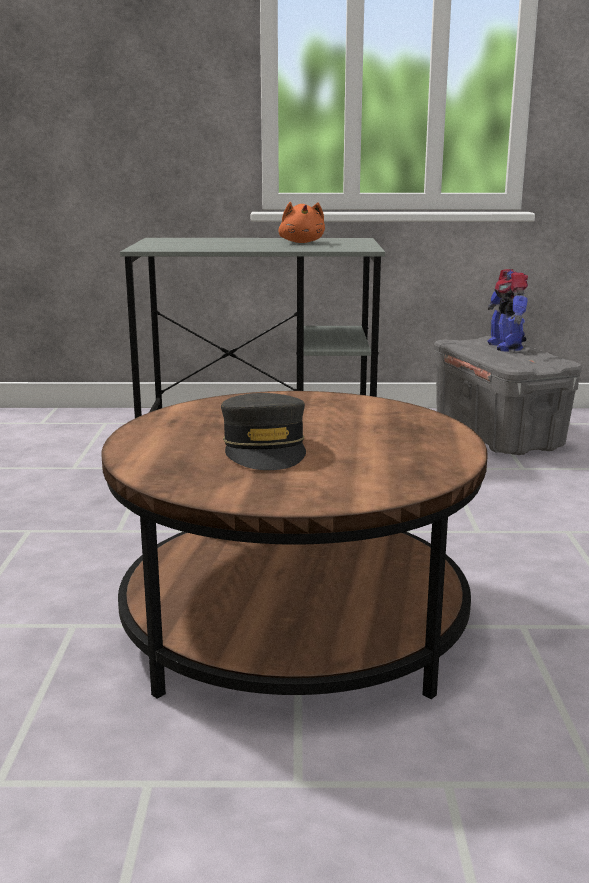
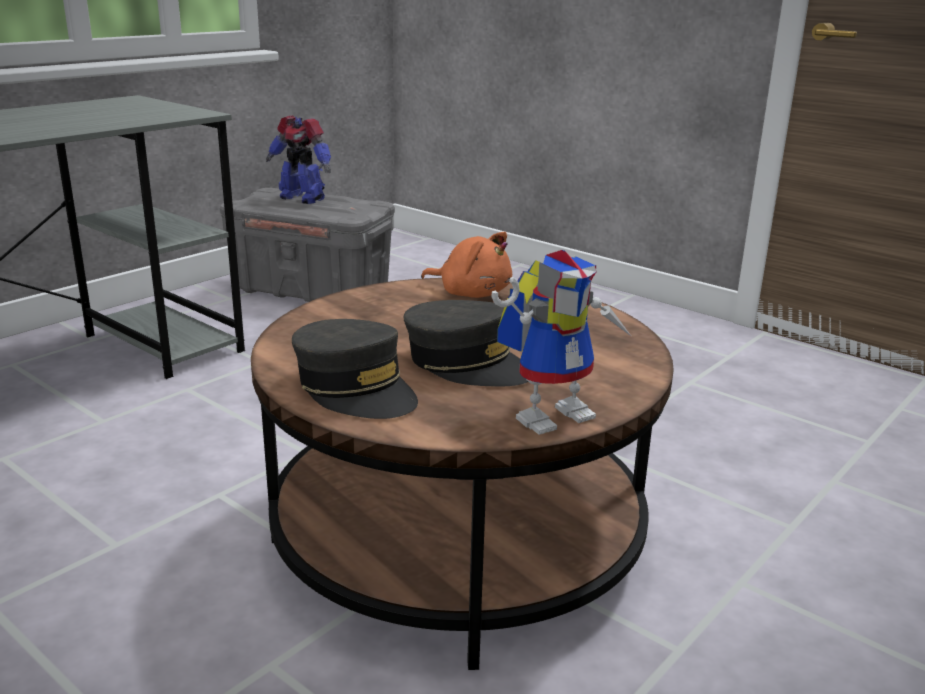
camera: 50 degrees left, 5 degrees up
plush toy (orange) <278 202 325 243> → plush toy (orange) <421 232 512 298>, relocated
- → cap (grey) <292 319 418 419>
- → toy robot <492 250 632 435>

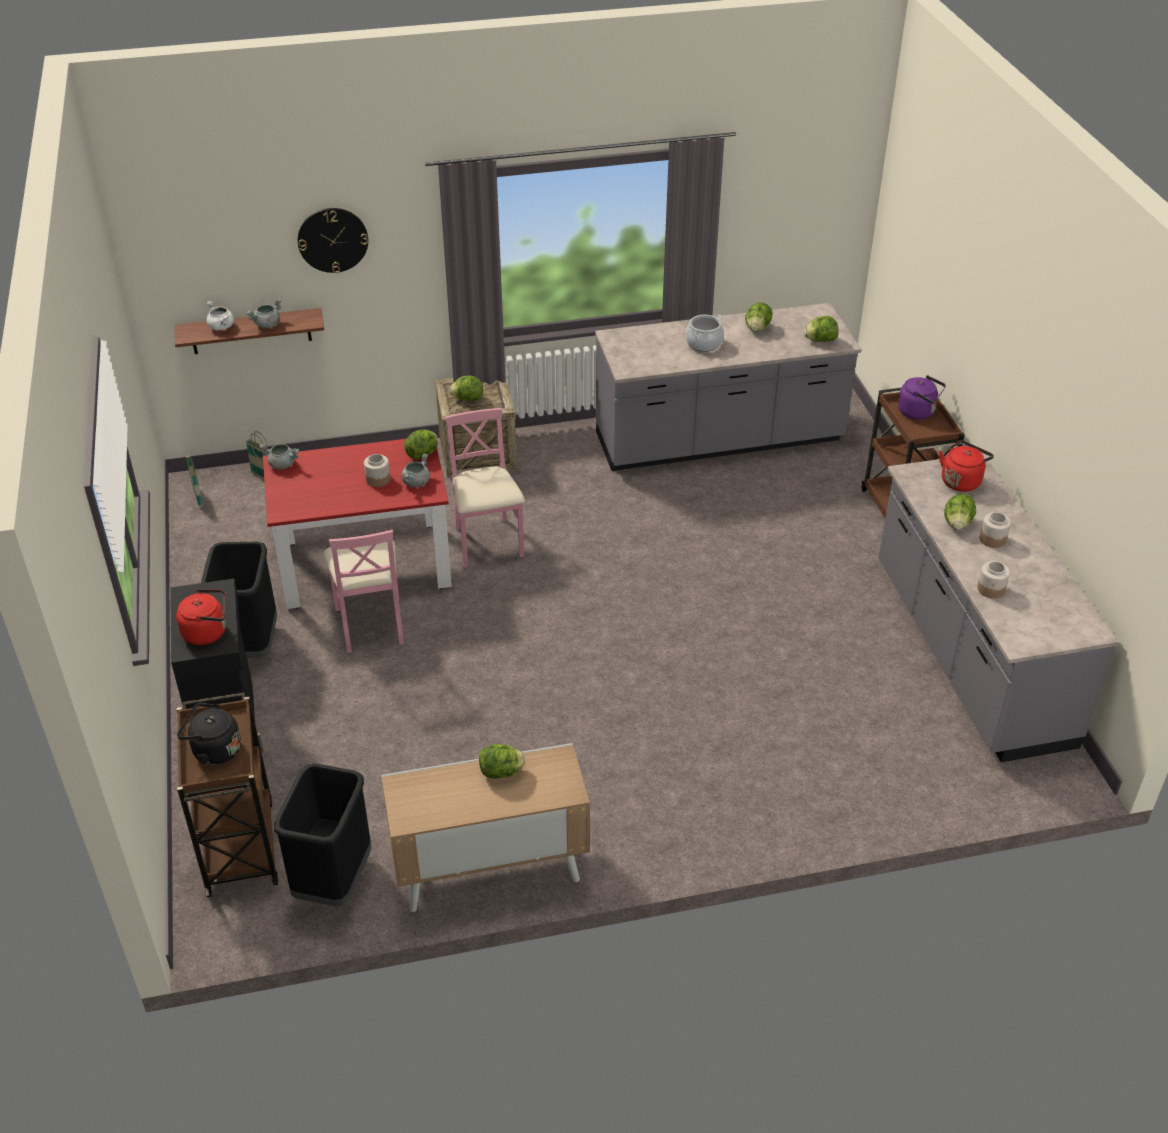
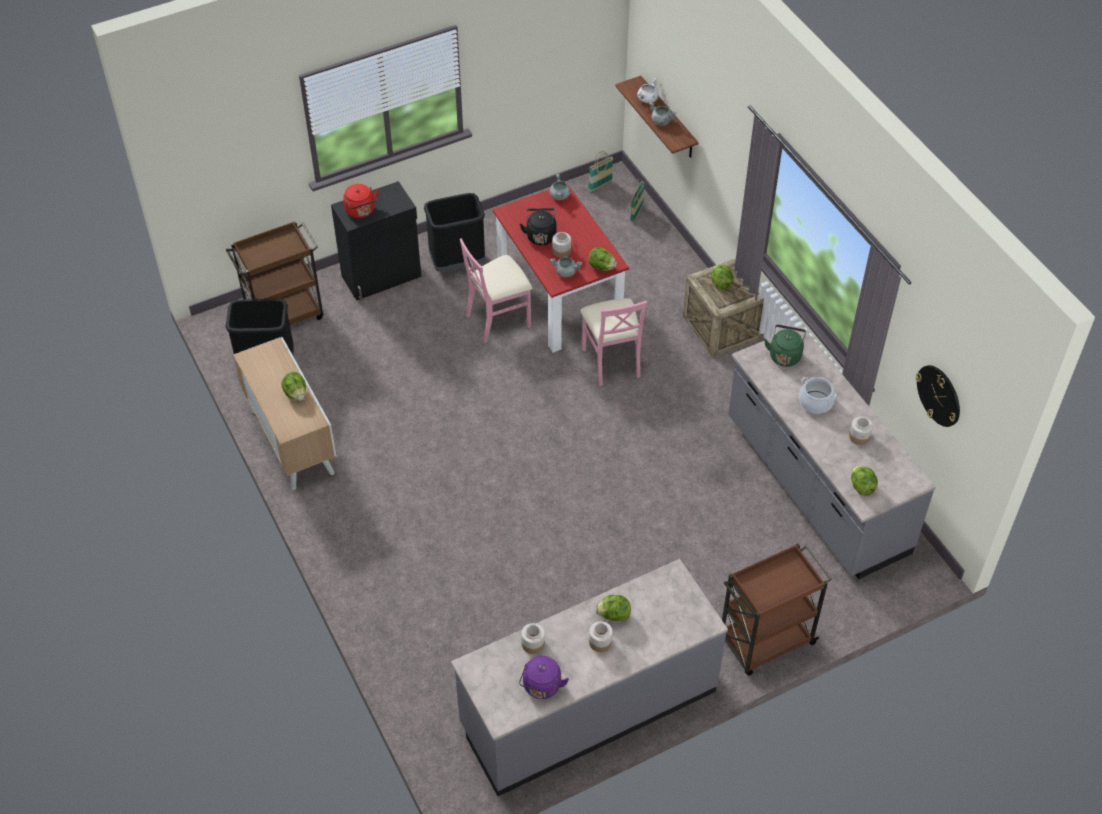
camera: 75 degrees right, 10 degrees up
kettle (black) <177 703 241 765> → kettle (black) <520 208 557 245>, relocated
wall clock <298 208 368 273> → wall clock <916 365 960 427>, relocated
chair (pink) <445 408 525 567> → chair (pink) <580 298 647 386>, 105 degrees clockwise
lettuce <745 302 773 332> → jar <849 417 873 445>
kettle (purple) <898 375 946 420> → kettle (purple) <519 656 569 699>, relocated
kettle (red) <939 440 994 492> → -
- → kettle (green) <764 325 806 367>

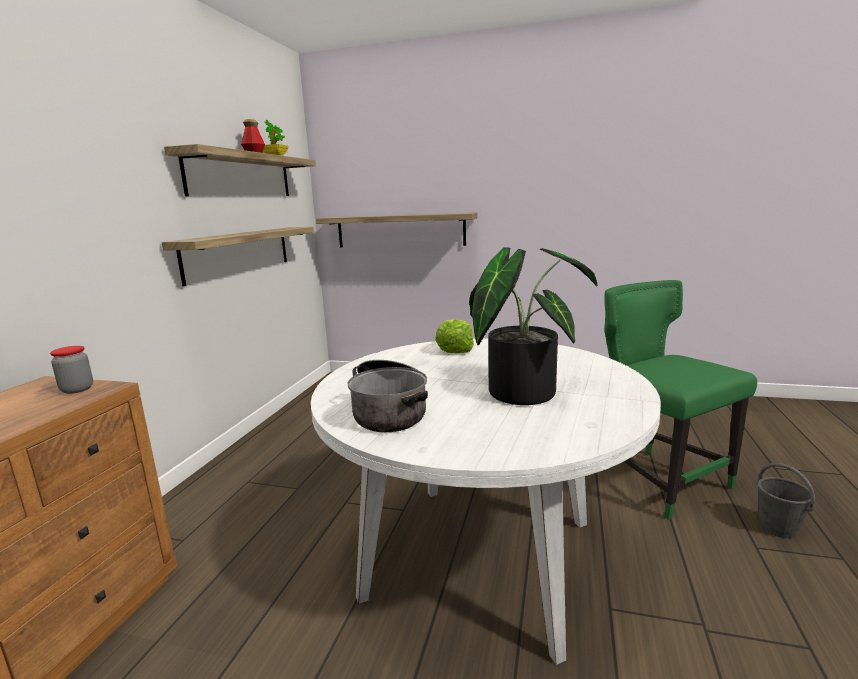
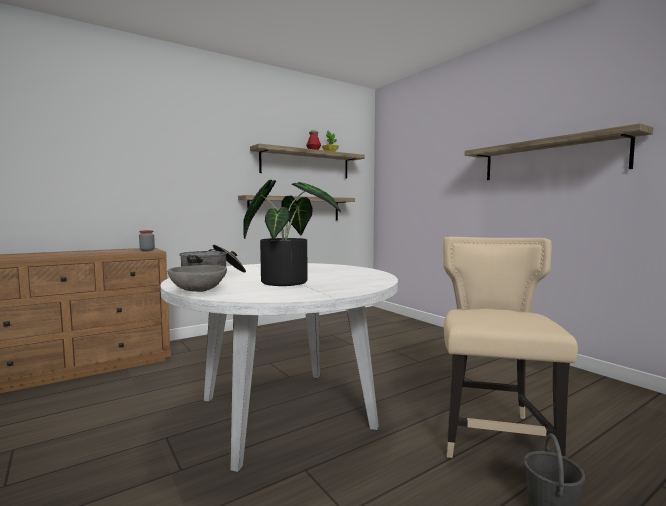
camera: 40 degrees right, 10 degrees down
shelf <316 213 478 248> → shelf <465 123 653 180>, relocated
lettuce <435 319 474 353> → -
chair (green) <601 280 757 520> → chair (beige) <443 237 578 458>
- → bowl (grey) <167 265 227 292>

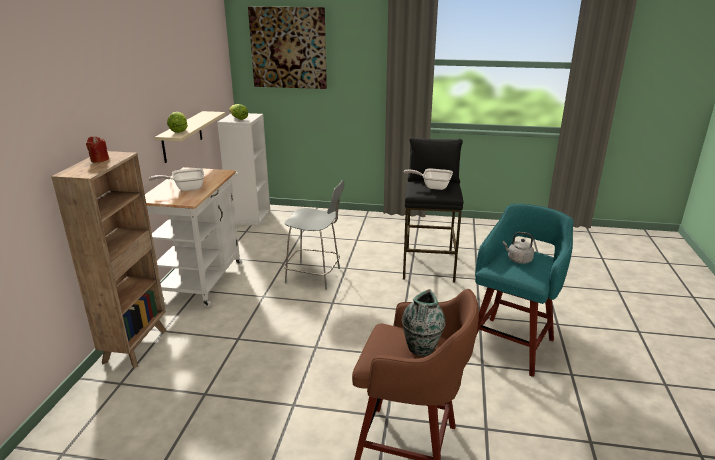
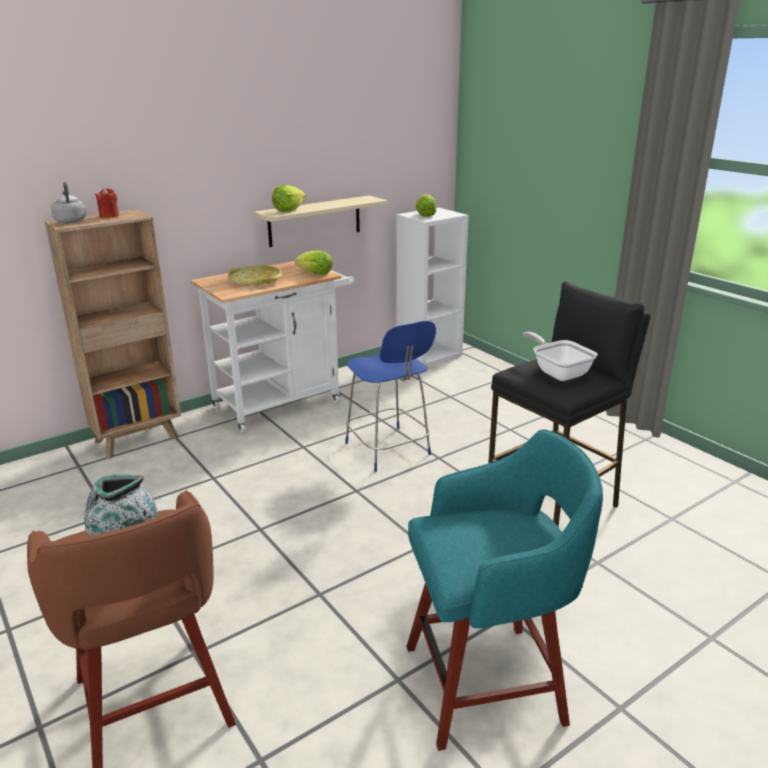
camera: 45 degrees right, 0 degrees up
frying pan <149 168 205 191> → tray (yellow) <227 265 283 287>
picture <248 6 327 89> → -
chair (grey) <284 180 345 290> → chair (blue) <345 321 436 472>
kettle (grey) <503 232 534 264> → kettle (grey) <51 182 86 223>, relocated
- → lettuce <295 251 333 275>

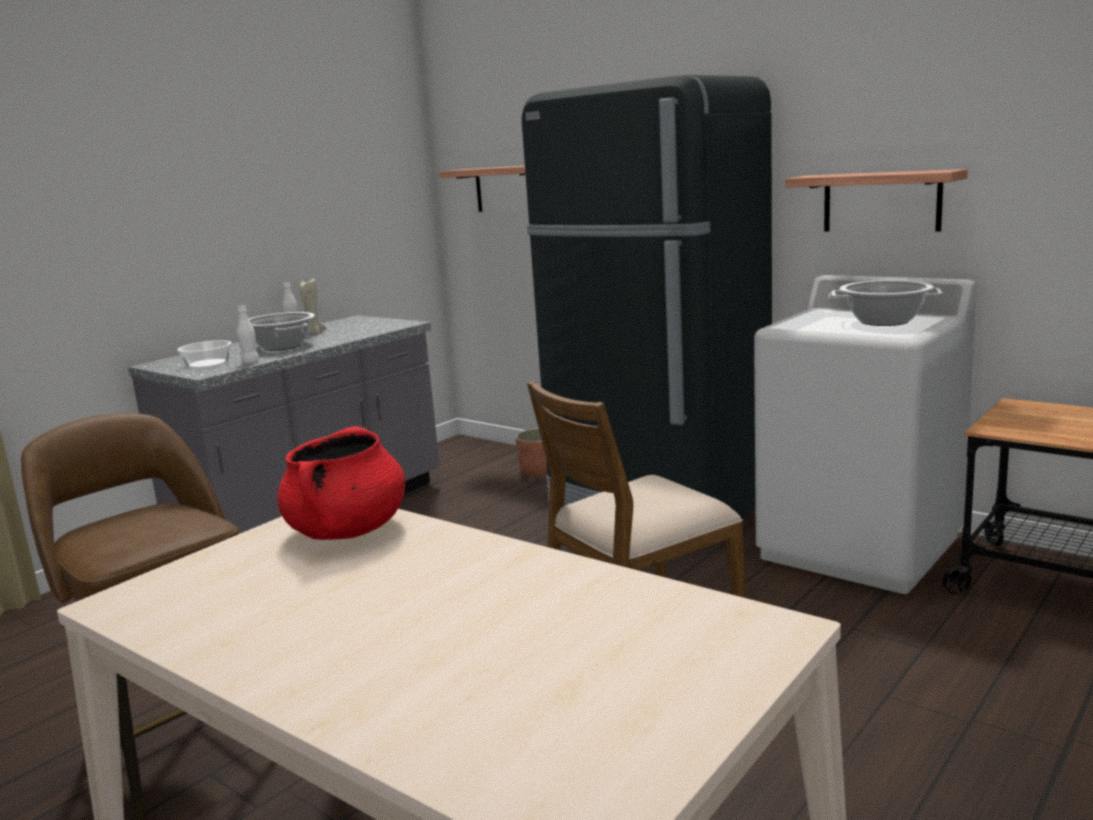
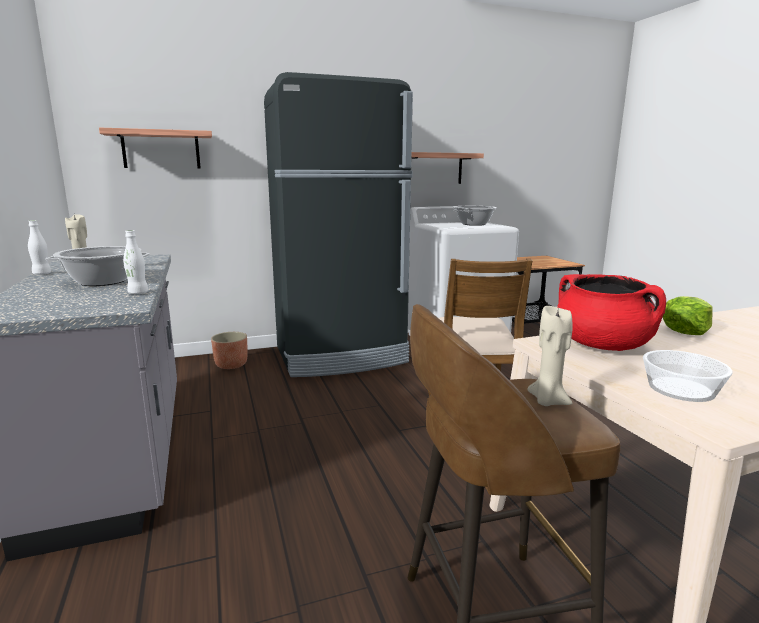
camera: 60 degrees left, 0 degrees up
bowl <178 340 231 369> → bowl <643 350 733 402>, relocated
- → candle (beige) <527 306 573 406>
- → lettuce <663 296 712 335>

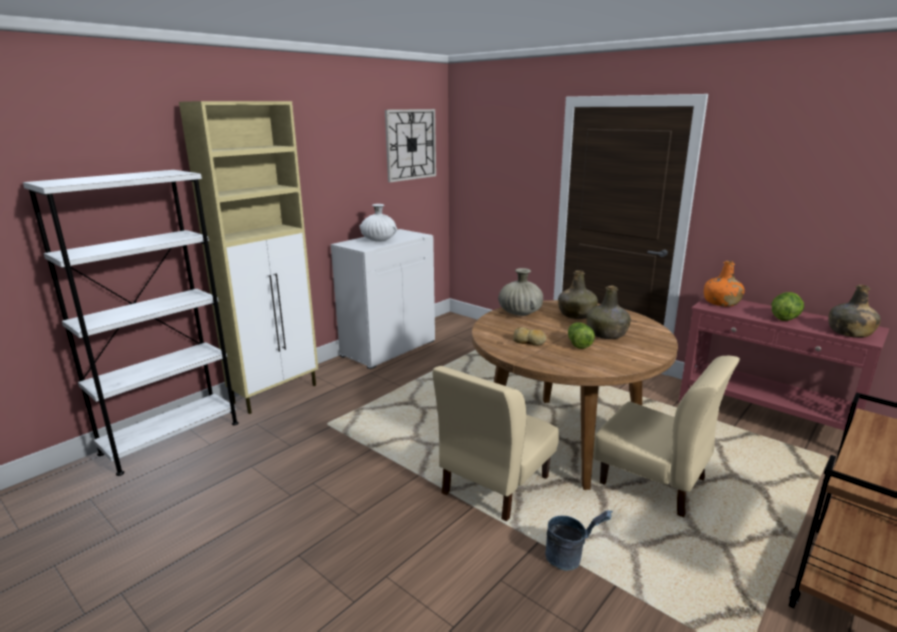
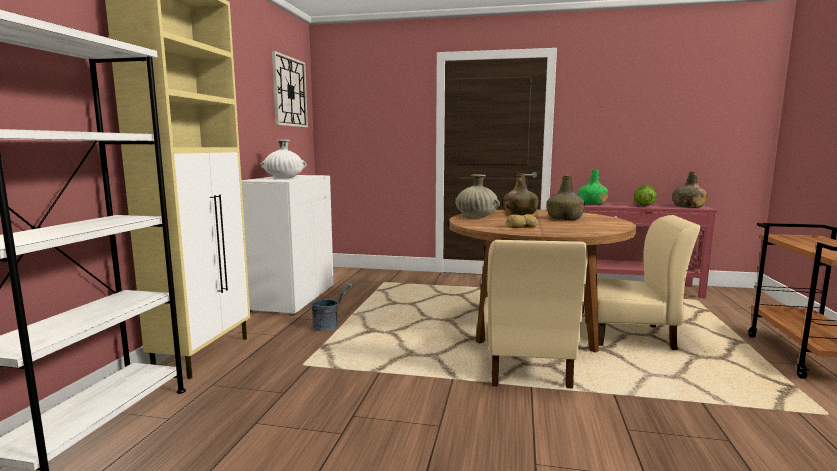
camera: 30 degrees left, 10 degrees down
bucket (grey) <545 510 613 571> → bucket (grey) <312 284 352 331>, relocated
lettuce <568 322 595 349> → -
bottle (orange) <704 261 745 307> → bottle (green) <578 170 609 205>

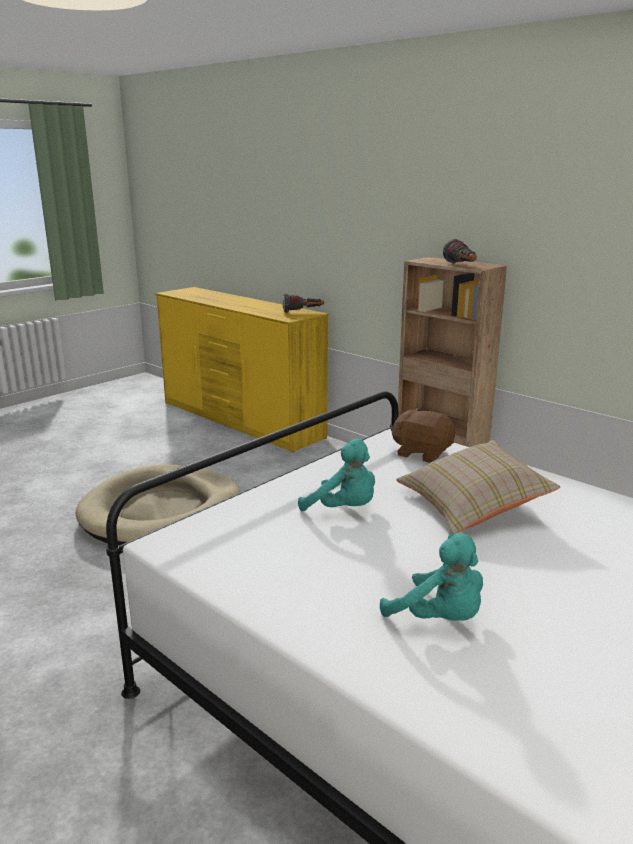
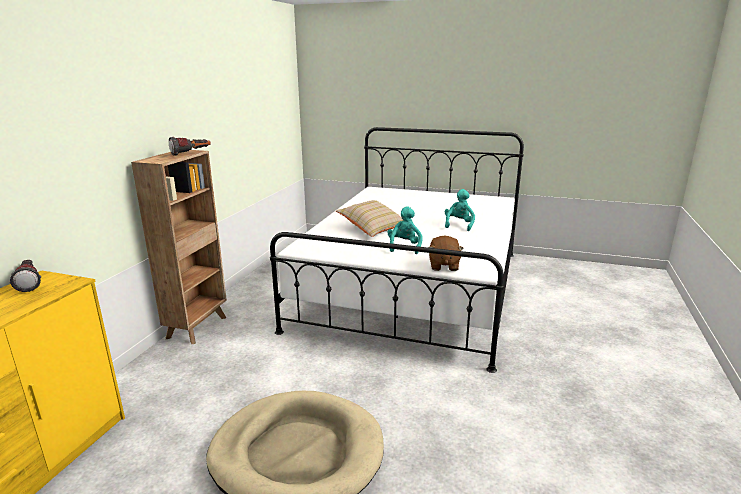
camera: 115 degrees left, 0 degrees up
plush toy (brown) <390 408 455 463> → plush toy (brown) <429 235 464 271>, relocated

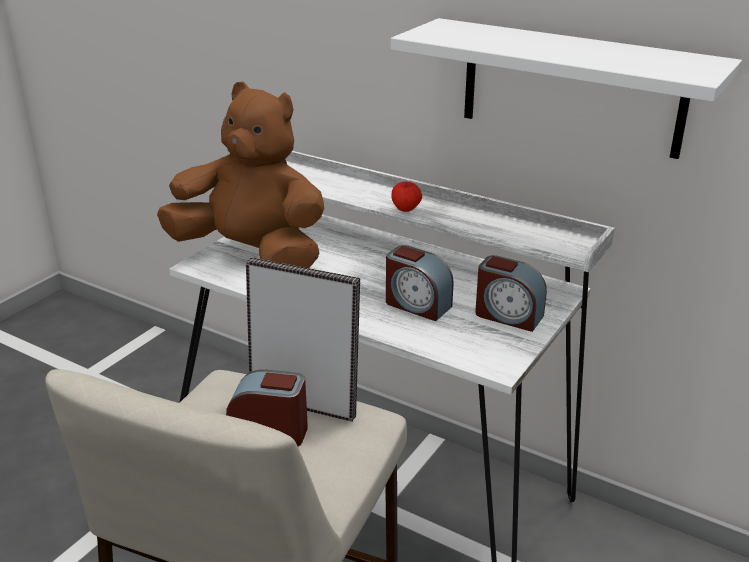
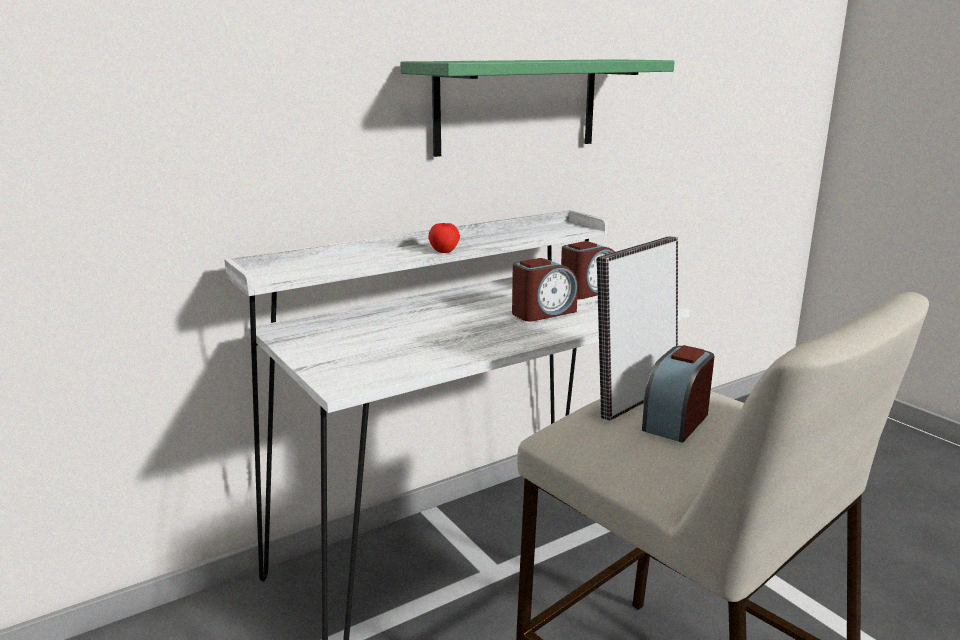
camera: 65 degrees left, 10 degrees down
plush toy (brown) <157 81 324 268> → -
shelf (white) <391 18 742 159> → shelf (green) <400 59 675 157>

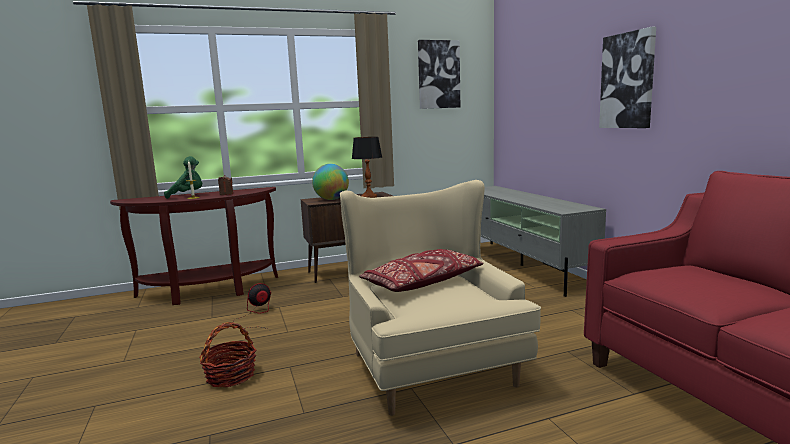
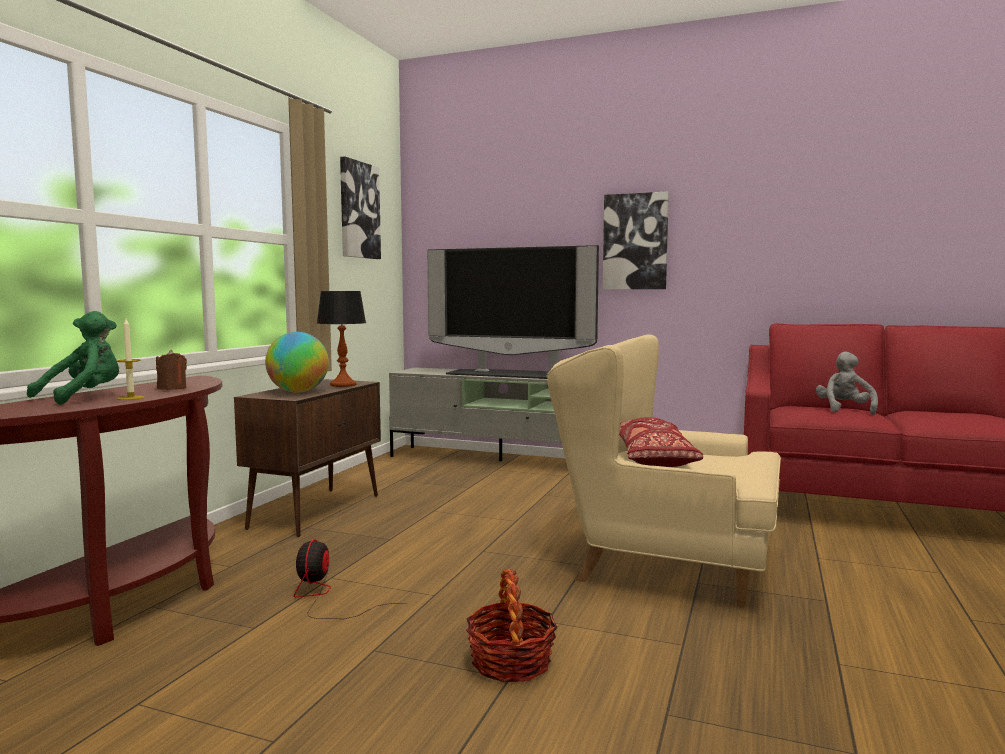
camera: 50 degrees left, 5 degrees down
- → television <427 245 599 379>
- → plush toy (grey) <816 352 878 415>

